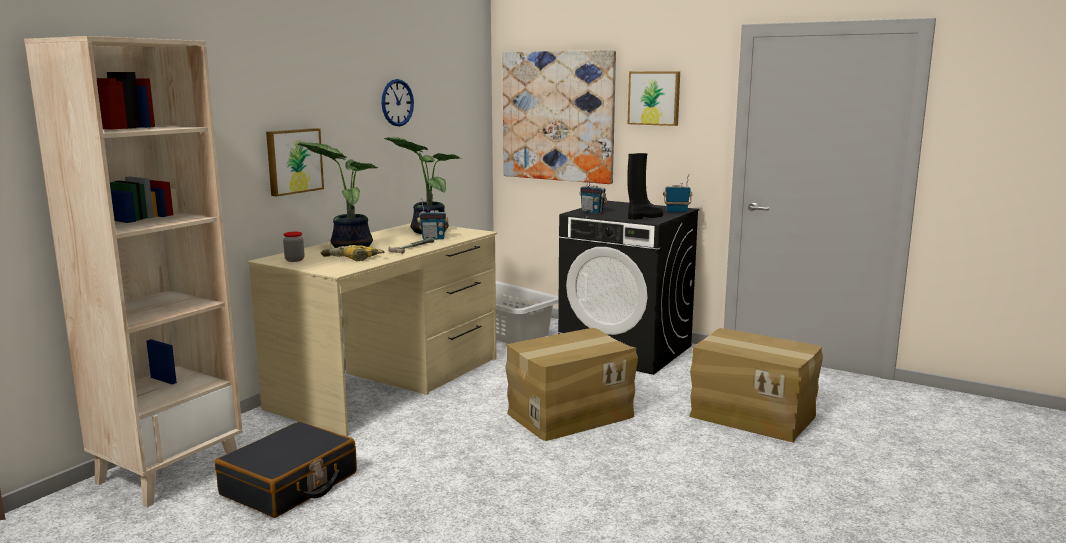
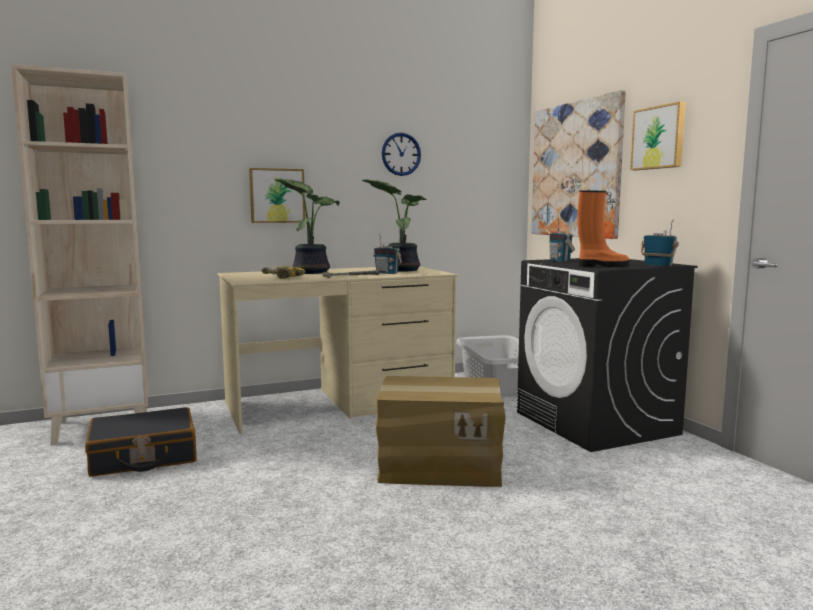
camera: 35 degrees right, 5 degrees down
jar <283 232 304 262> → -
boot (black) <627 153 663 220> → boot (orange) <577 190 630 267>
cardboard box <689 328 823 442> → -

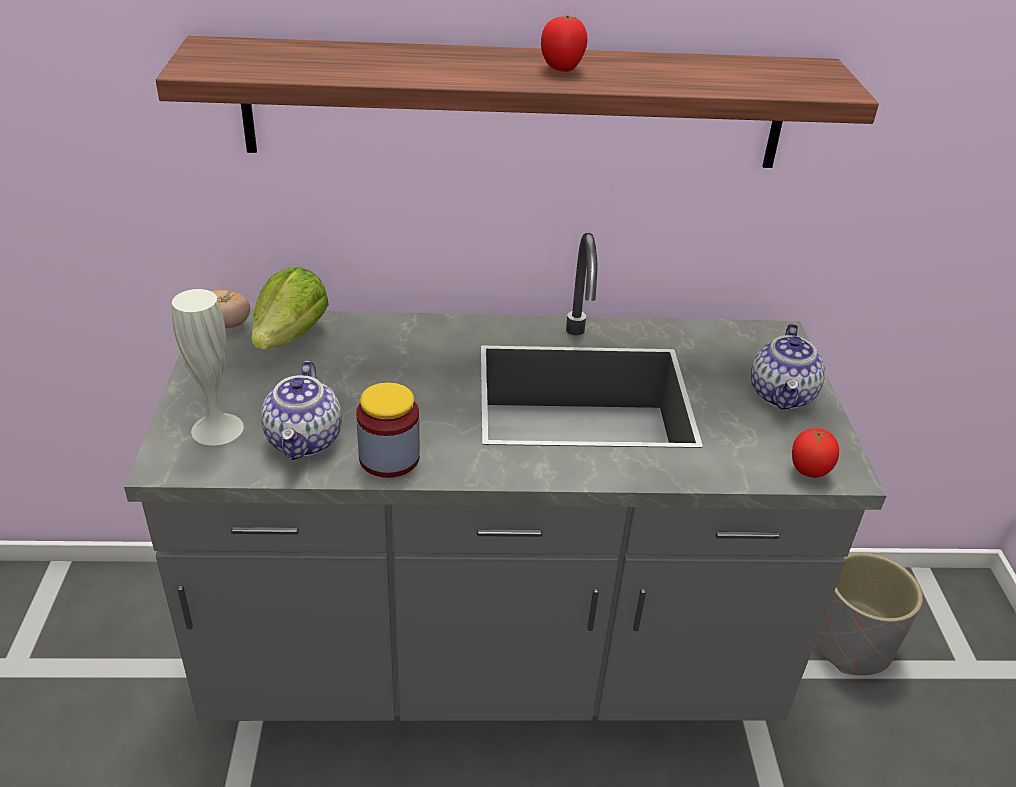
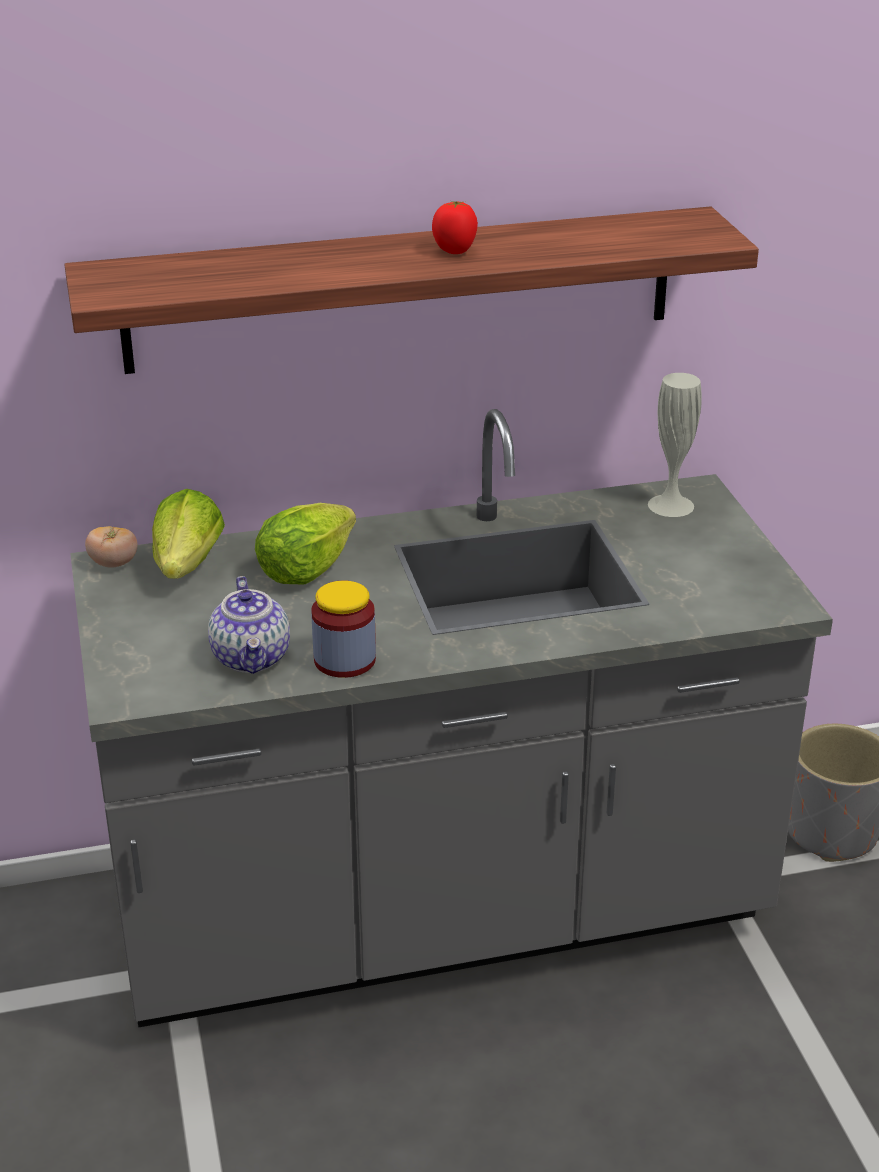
camera: 10 degrees left, 5 degrees down
vase (white) <172 289 244 445> → vase (white) <648 373 702 517>, relocated
teapot <750 324 825 410> → -
tomato <792 427 839 478> → -
- → lettuce <255 503 356 584>

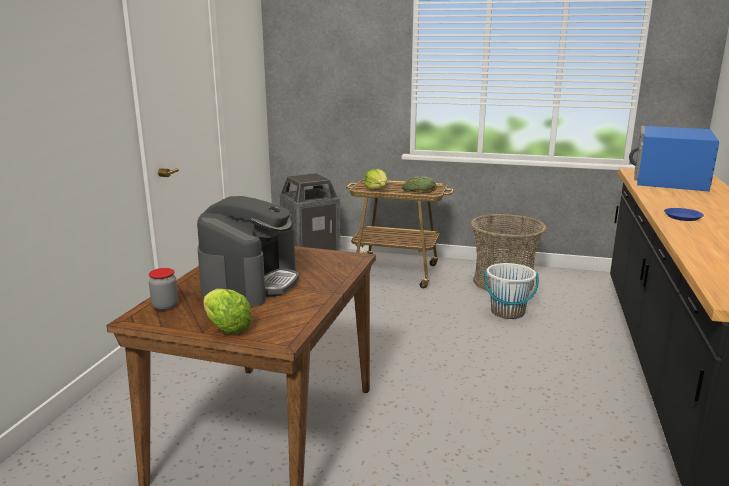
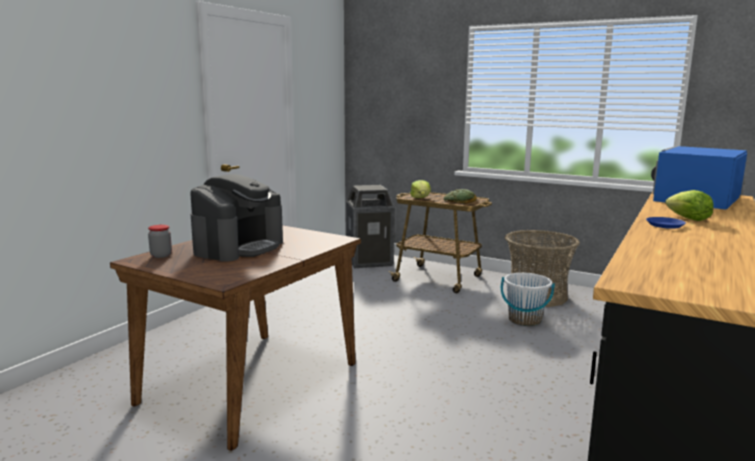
camera: 15 degrees right, 5 degrees down
lettuce <204 289 253 334> → lettuce <665 190 714 221>, relocated

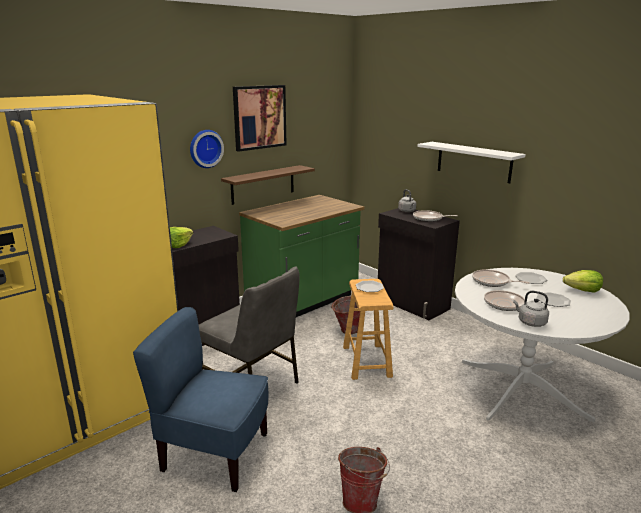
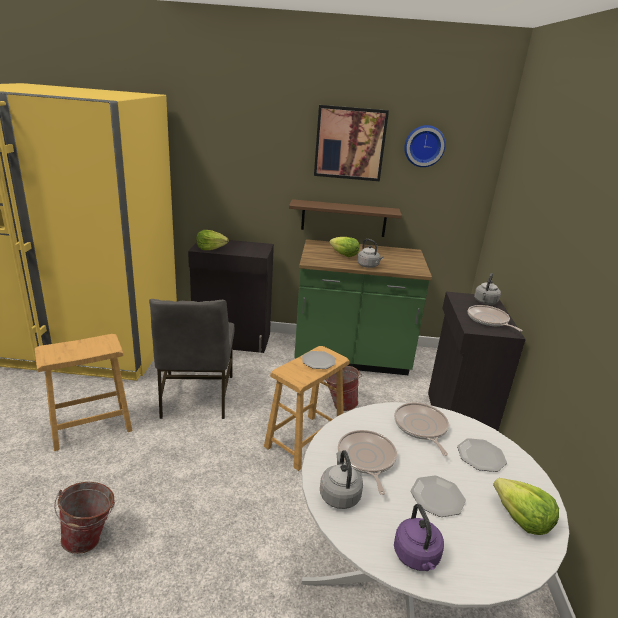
camera: 45 degrees right, 5 degrees up
chair (blue) <133 307 269 492> → stool (brown) <35 334 133 451>
wall clock <190 130 224 168> → wall clock <404 125 446 167>, relocated
shelf (white) <417 142 526 183> → -
- → lettuce <329 237 359 257>
- → kettle (grey) <357 239 383 268>
- → kettle (purple) <394 504 444 571>

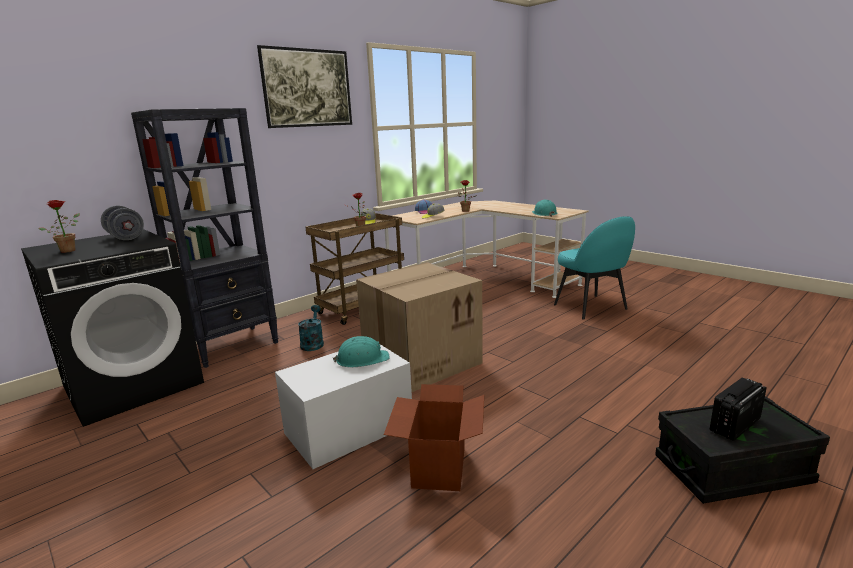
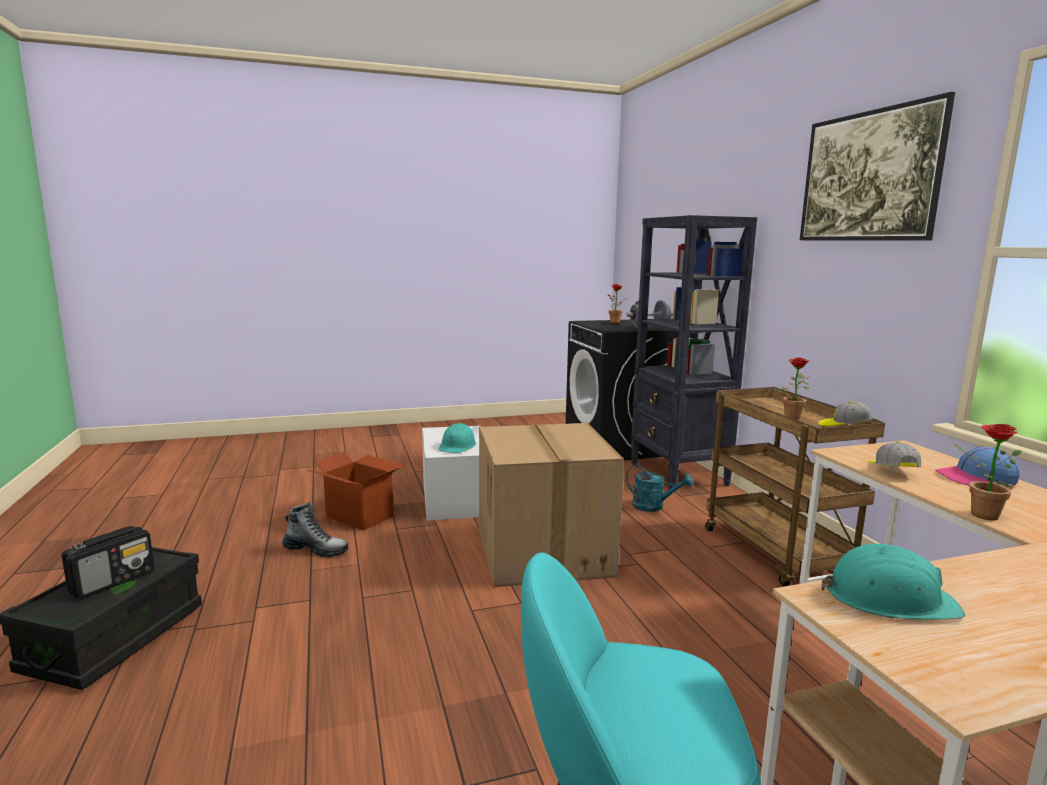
camera: 115 degrees right, 5 degrees down
radio <710 377 767 441> → radio <61 526 154 599>, 45 degrees clockwise
- → boot <282 502 349 557>

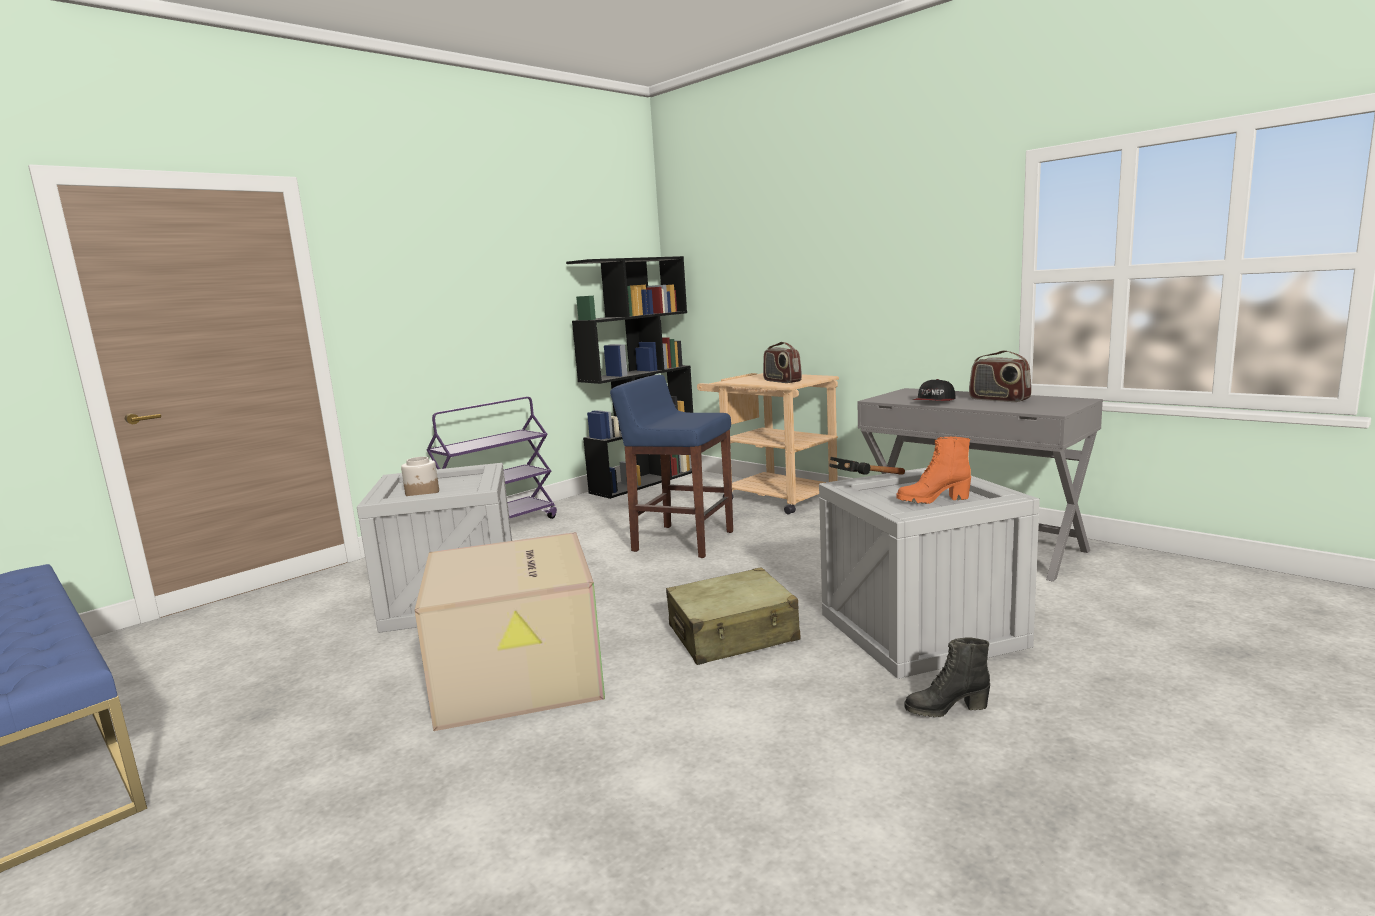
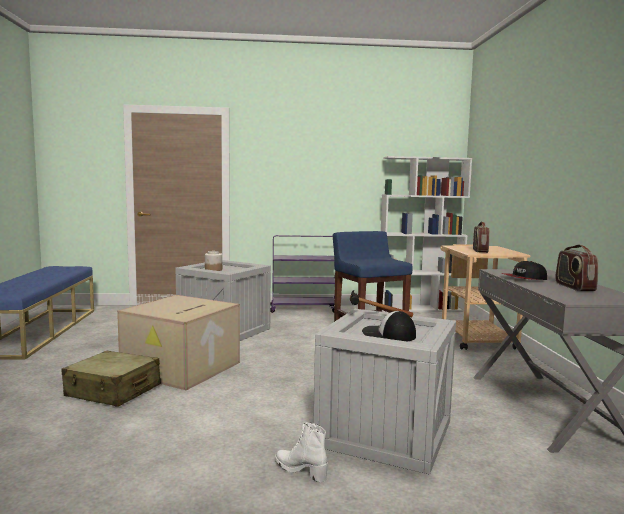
camera: 40 degrees right, 5 degrees down
bookcase (black) <566 256 693 499> → bookcase (white) <381 156 472 312>
suitcase (beige) <666 567 800 665> → suitcase (beige) <62 351 161 407>, relocated
boot (orange) <896 437 971 504> → cap <362 311 416 341>
boot (black) <904 638 990 717> → boot (white) <275 422 328 483>

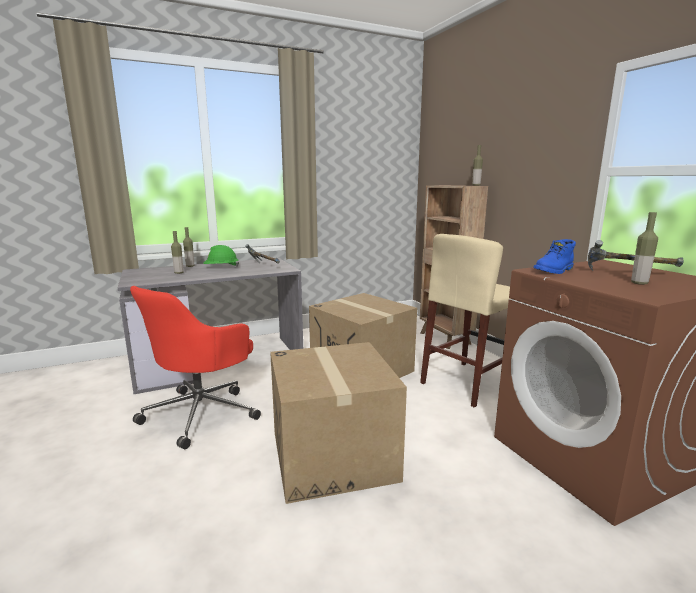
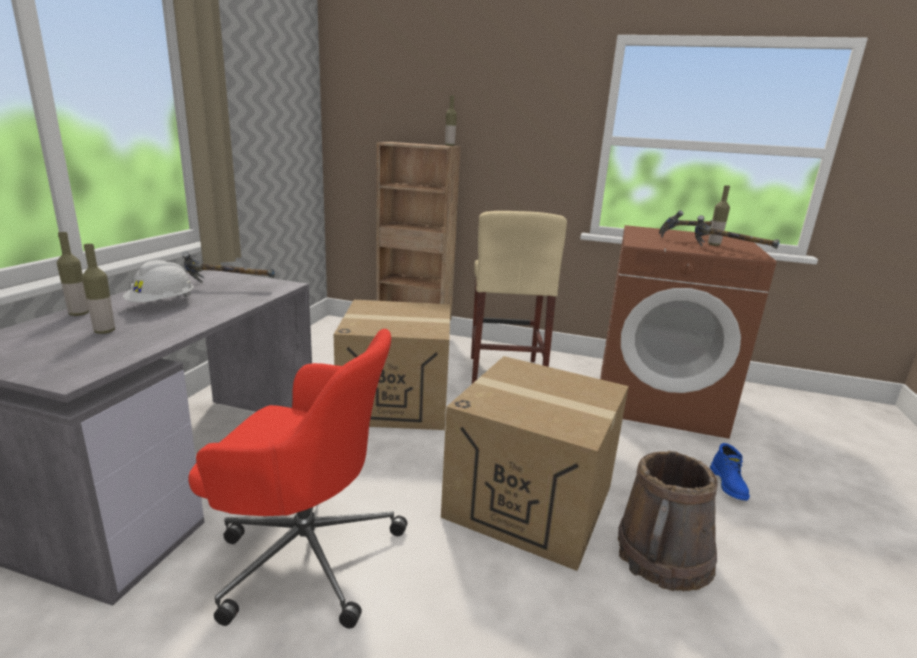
camera: 50 degrees left, 5 degrees up
office chair (red) <130 286 261 449> → office chair (red) <188 329 407 628>, 60 degrees counterclockwise
hard hat (green) <203 245 239 267> → hard hat (white) <123 260 194 303>
boot (blue) <533 239 576 274> → boot (blue) <710 443 750 501>, relocated
- → bucket (brown) <618 450 718 591>
- → hammer <695 215 780 249>

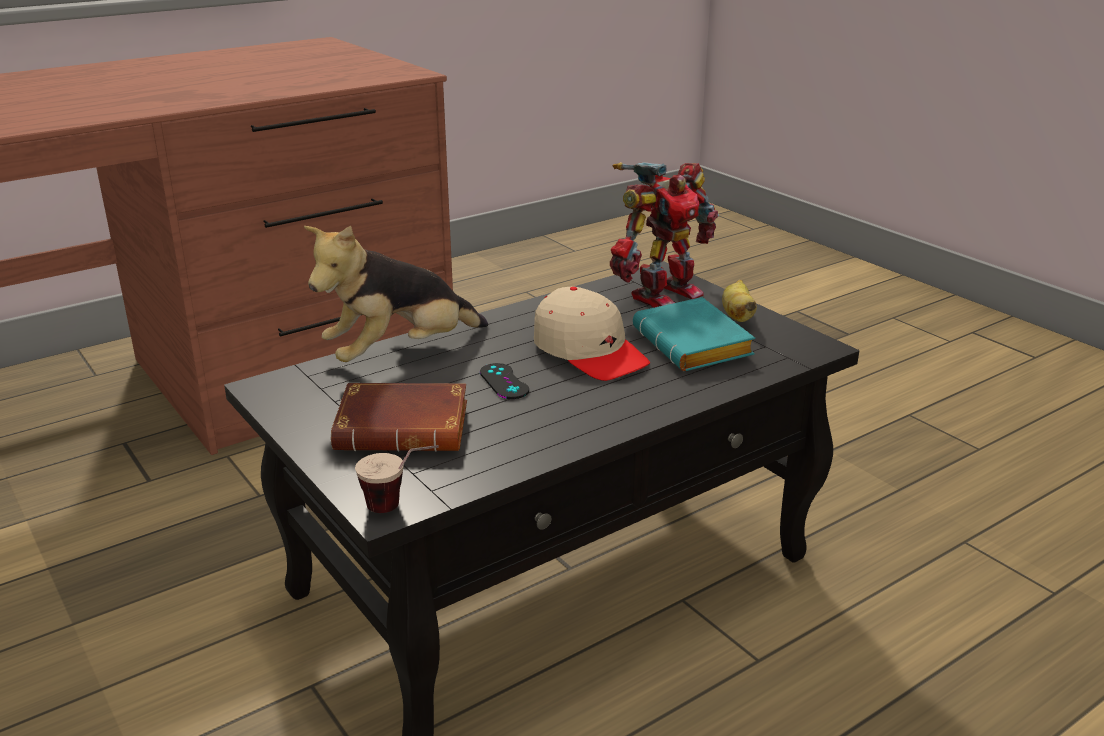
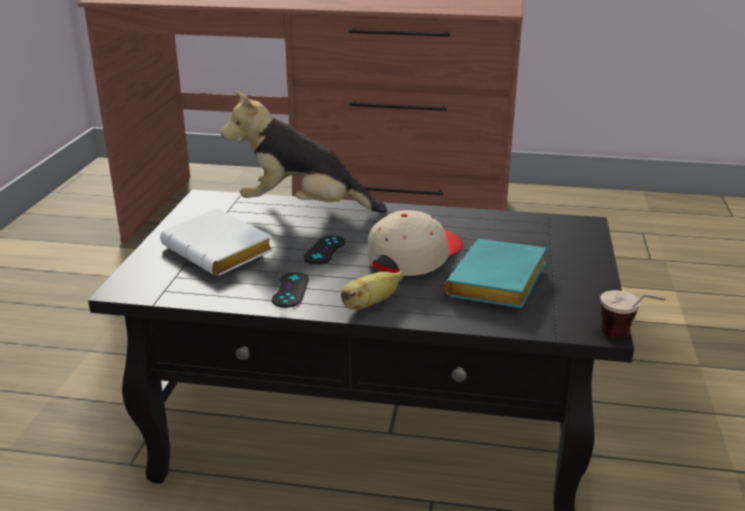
camera: 45 degrees right, 0 degrees up
book (brown) <331 383 467 452> → book (white) <160 208 274 276>
cup <355 445 439 513> → cup <600 290 665 338>, relocated
cap (beige) <534 287 650 381> → cap (beige) <368 210 463 276>, 150 degrees counterclockwise
toy robot <610 162 719 308> → -
banana <722 280 757 322> → banana <341 271 404 310>, relocated
- → game controller (black) <272 272 309 308>

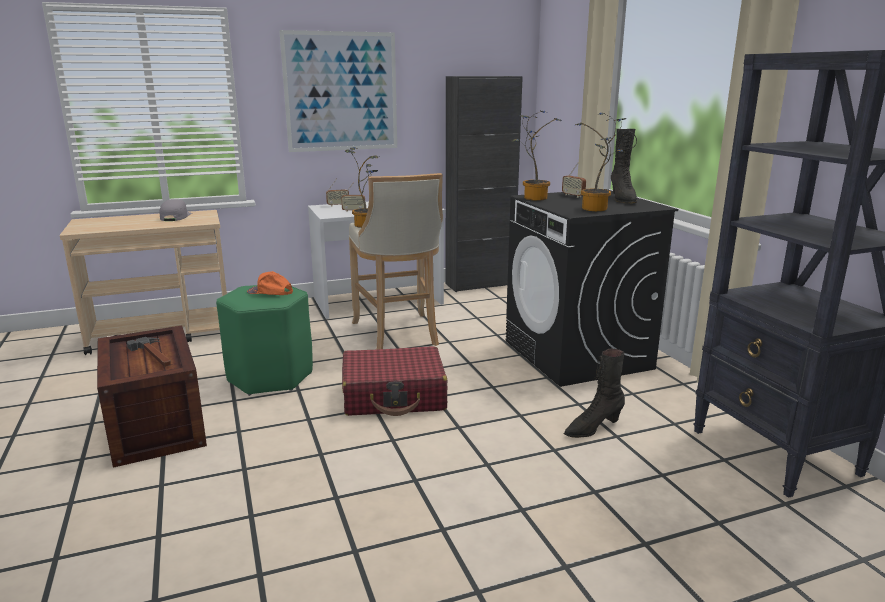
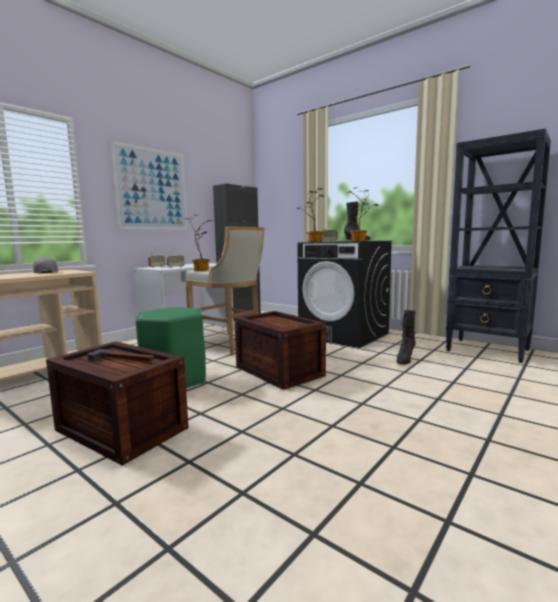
camera: 30 degrees left, 10 degrees down
cap (orange) <247 271 293 295> → -
suitcase (red) <342 346 447 416> → crate <235 311 326 390>

